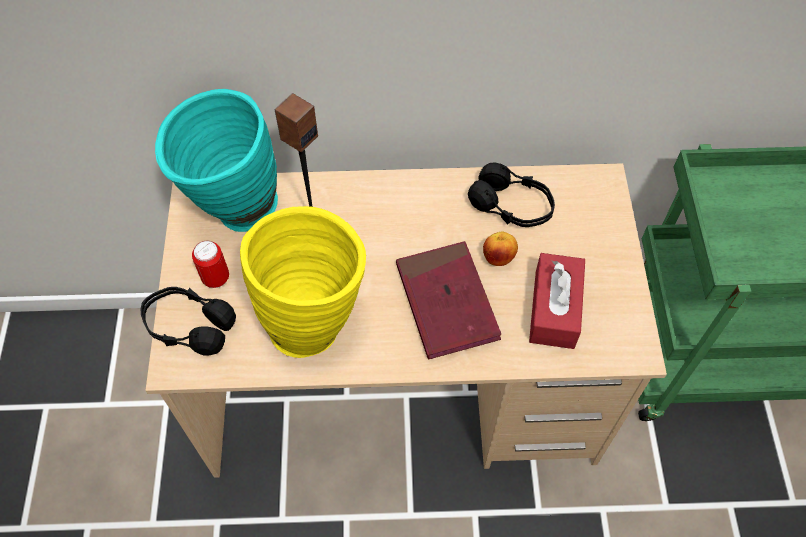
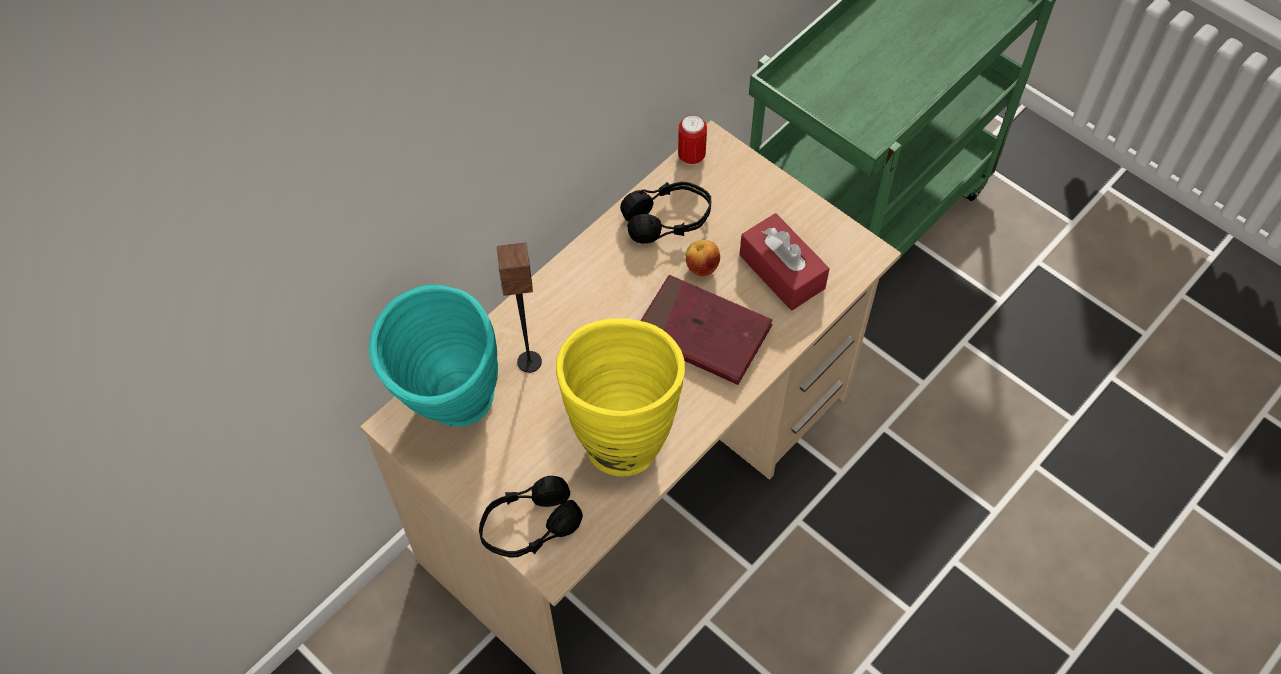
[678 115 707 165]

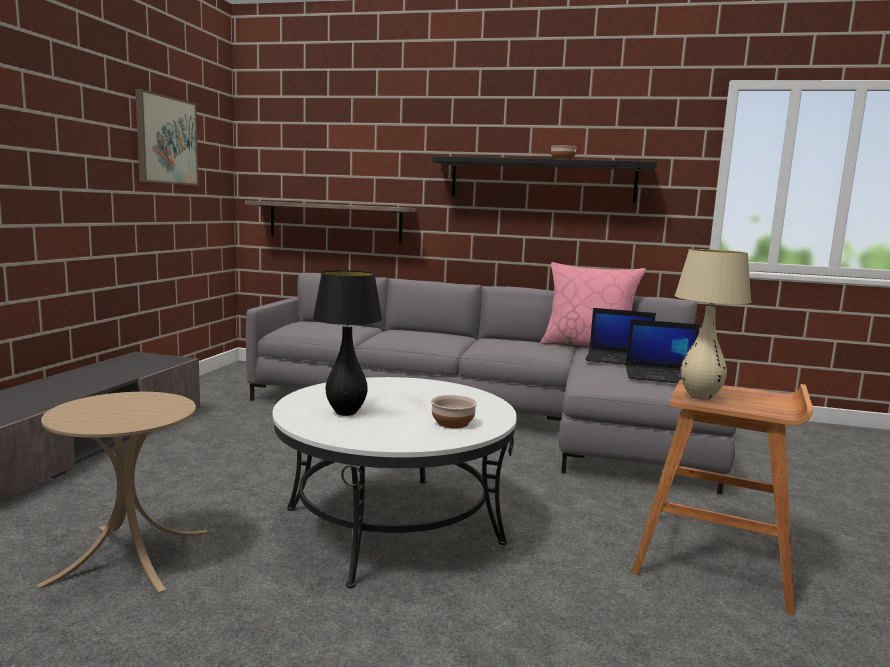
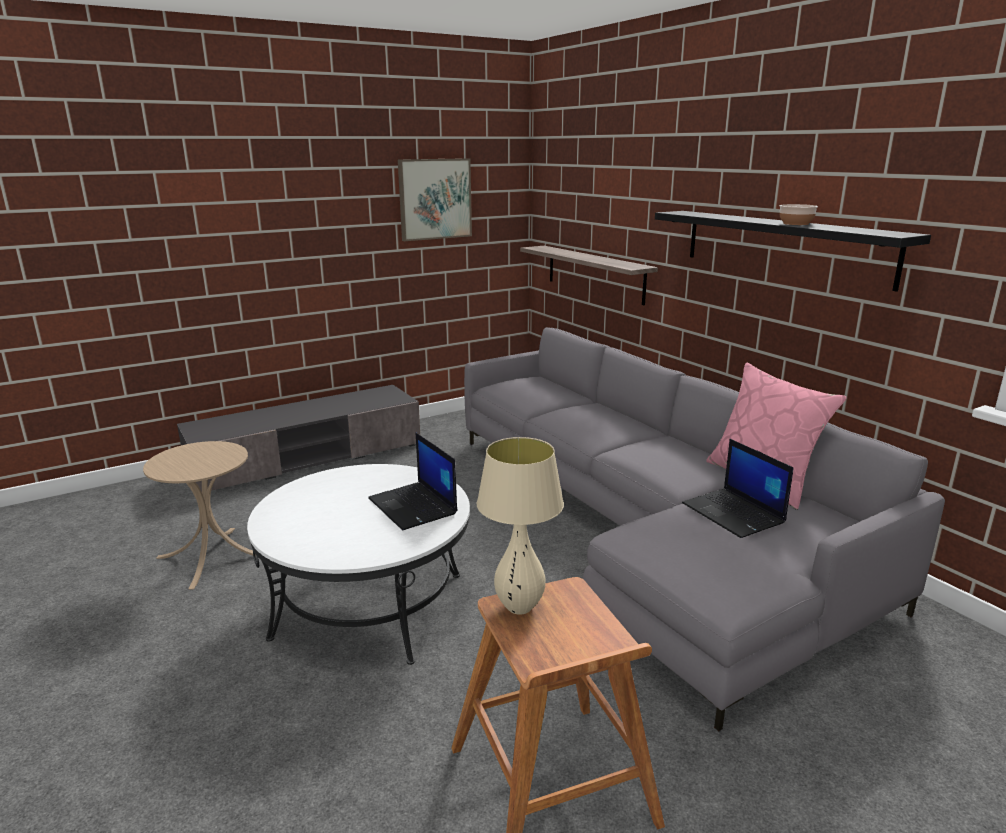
[313 270 382 416] (first image)
[431 395 477 429] (first image)
[368 433 457 531]

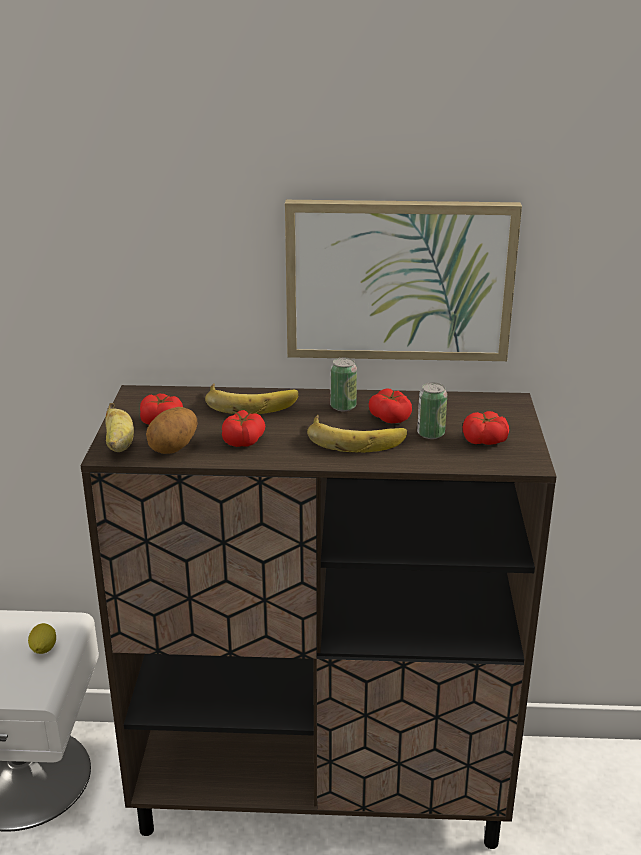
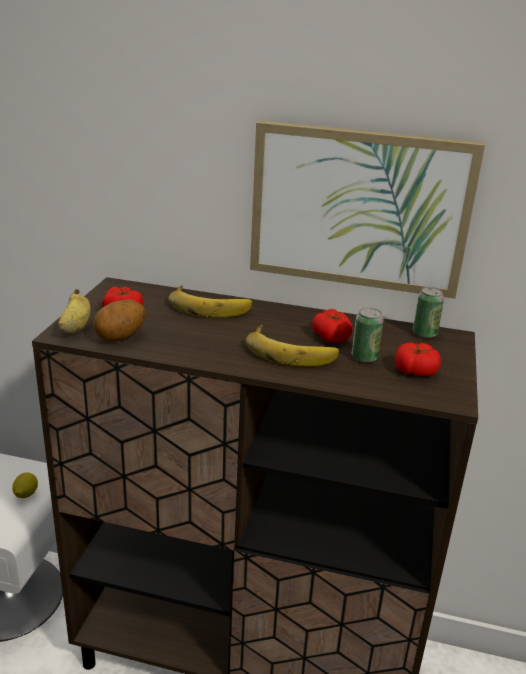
[222 410 265 447] (first image)
[413 287 444 338]

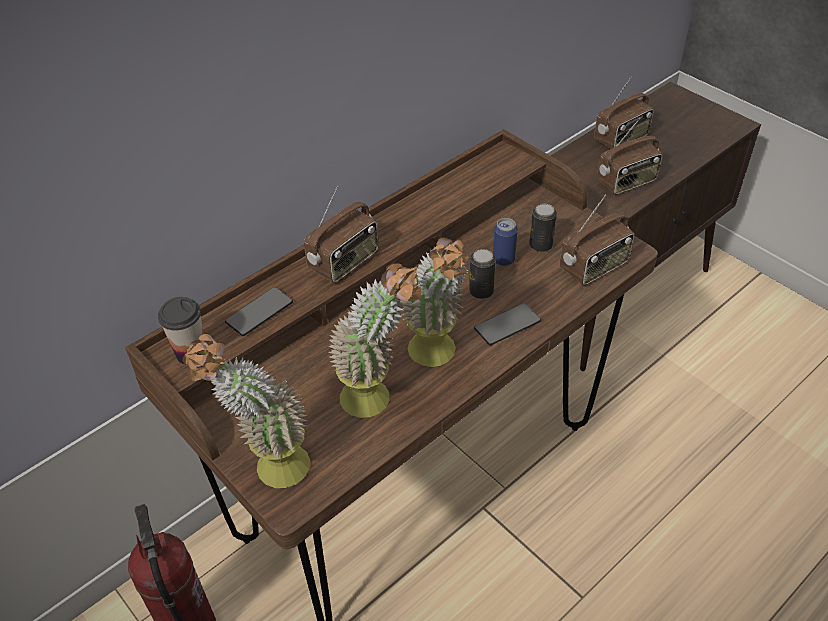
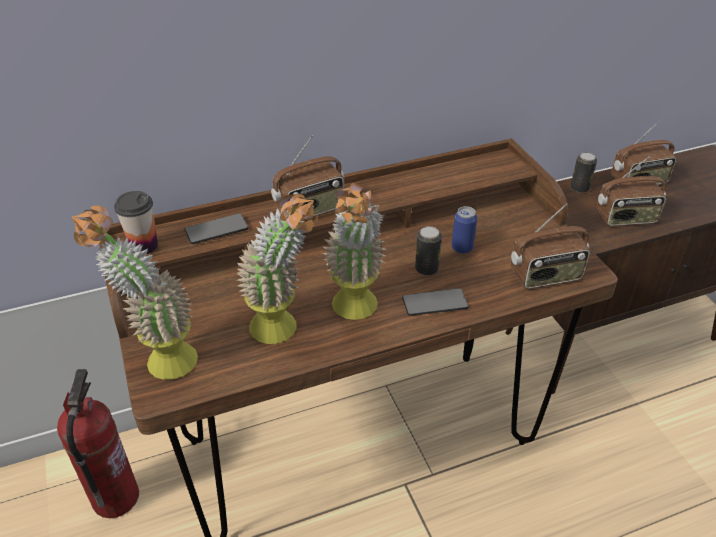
[571 152 597 193]

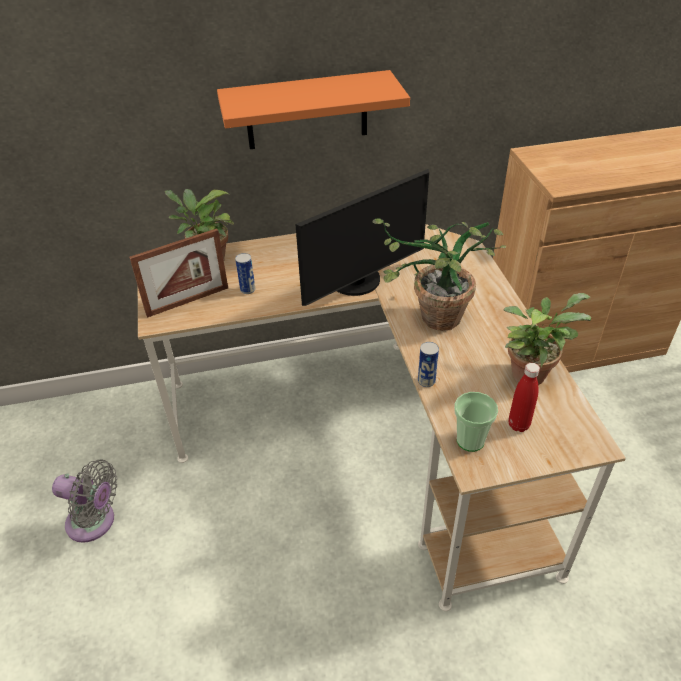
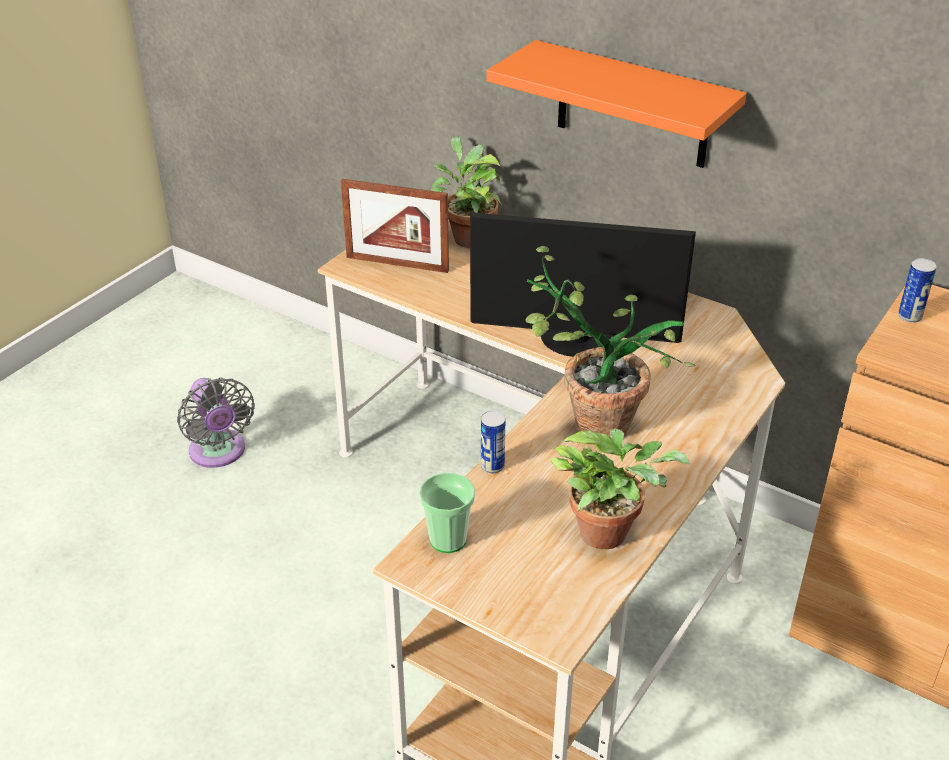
[898 258 937 323]
[508 363 540 432] (first image)

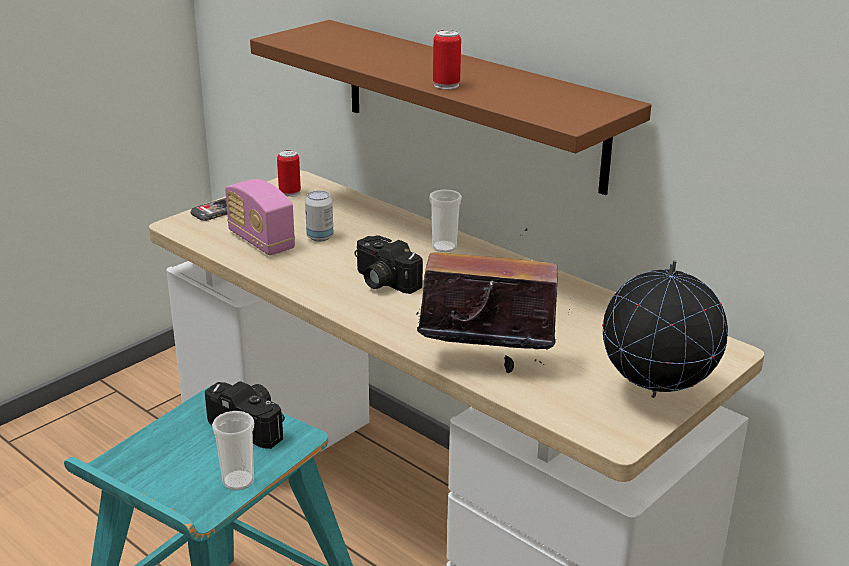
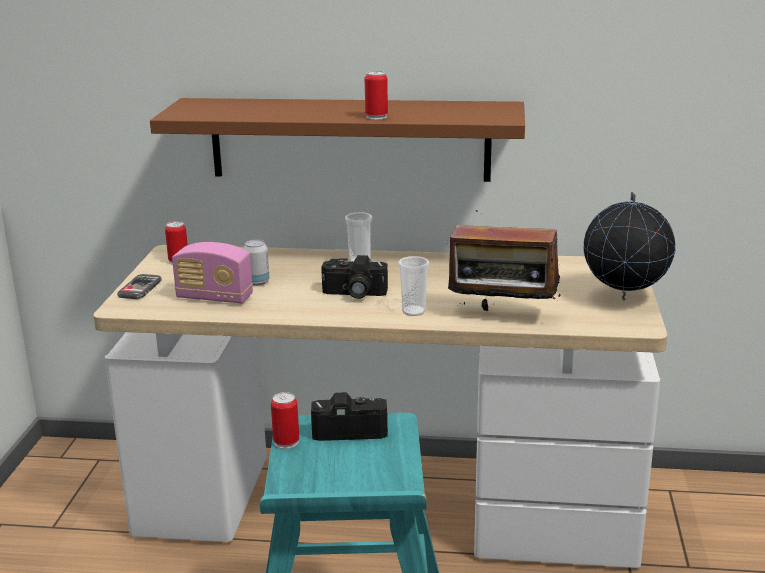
[398 256 429 316]
[448 210 561 311]
[271 392 299 449]

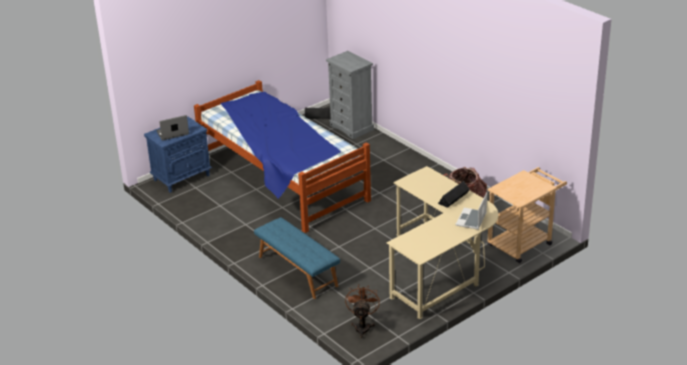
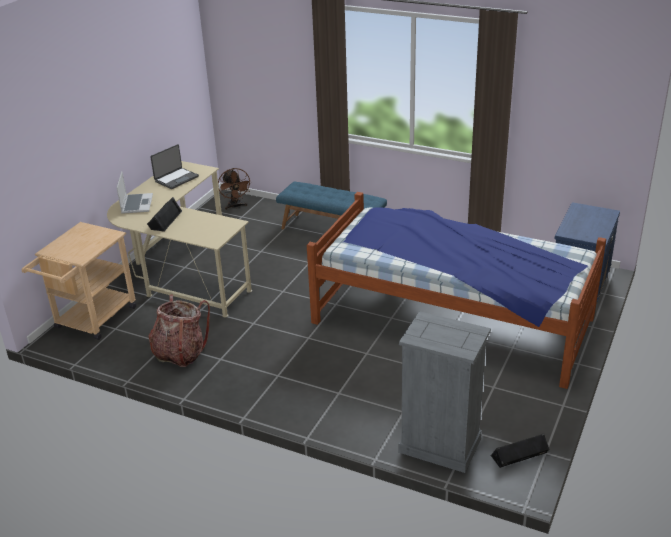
[150 144 199 189]

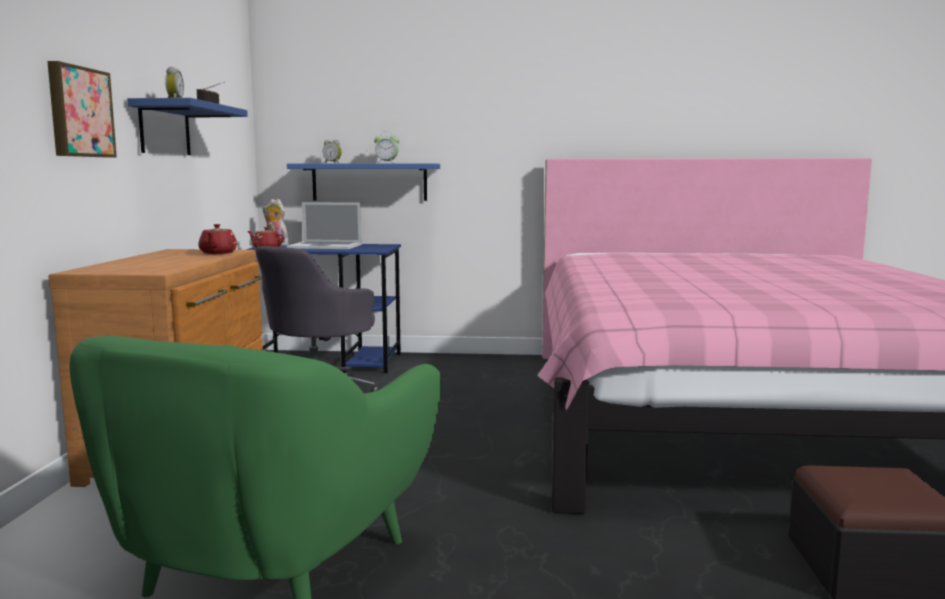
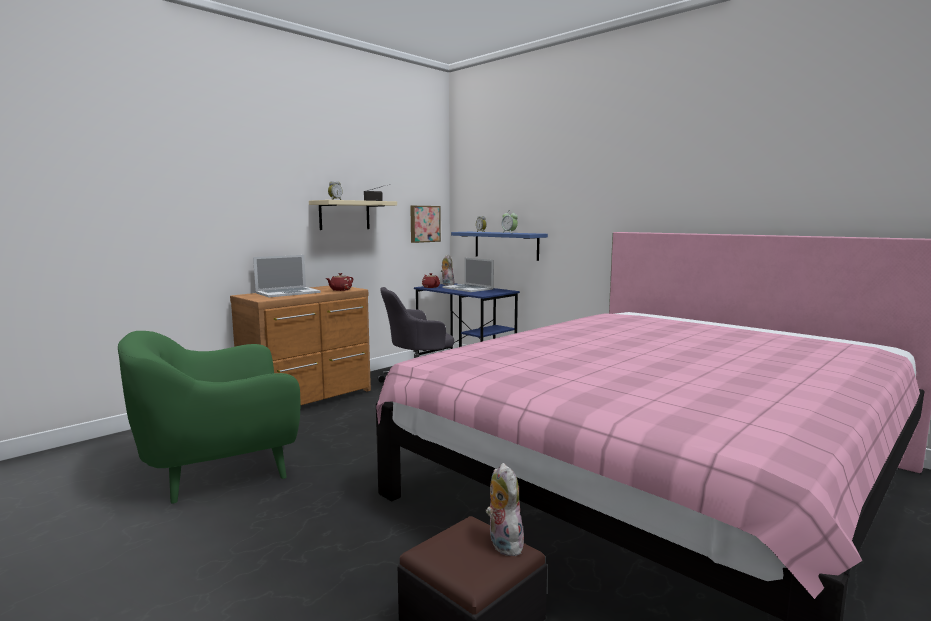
[410 206 441 243]
[309 200 397 230]
[253 255 321 297]
[486 463 524 556]

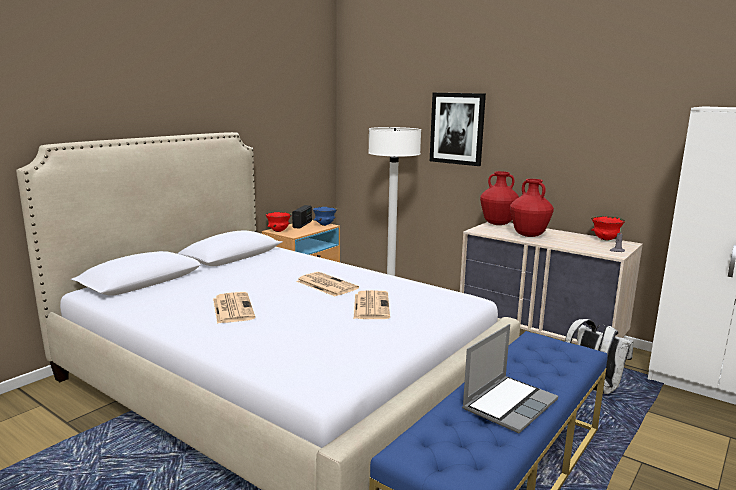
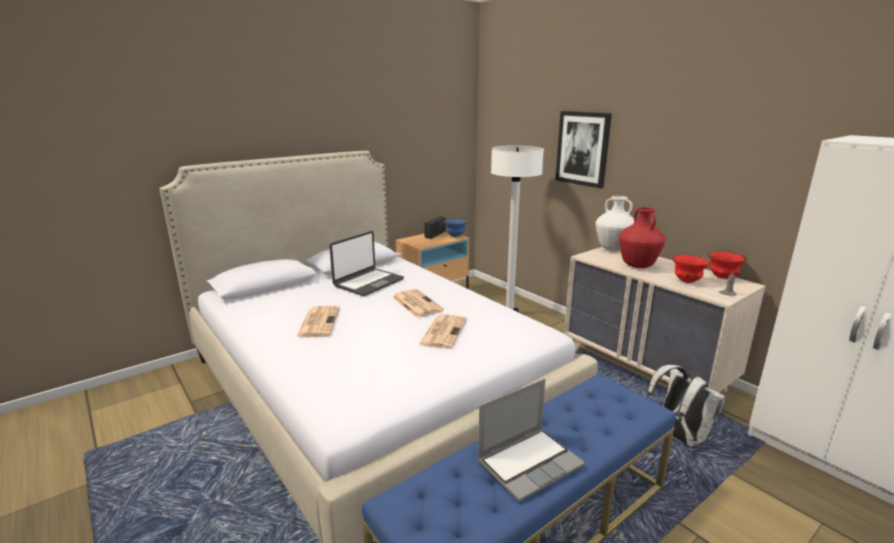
[672 255 711 283]
[595 196 634 251]
[329 231 404 296]

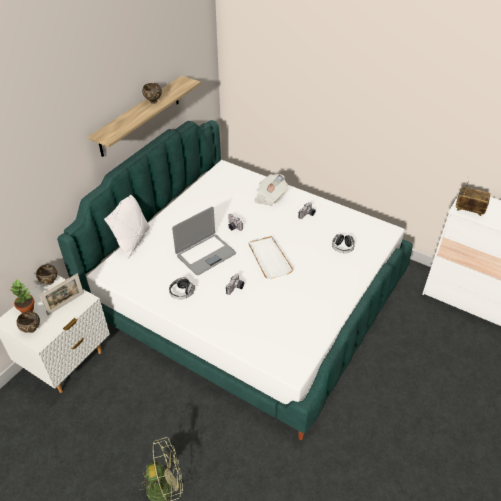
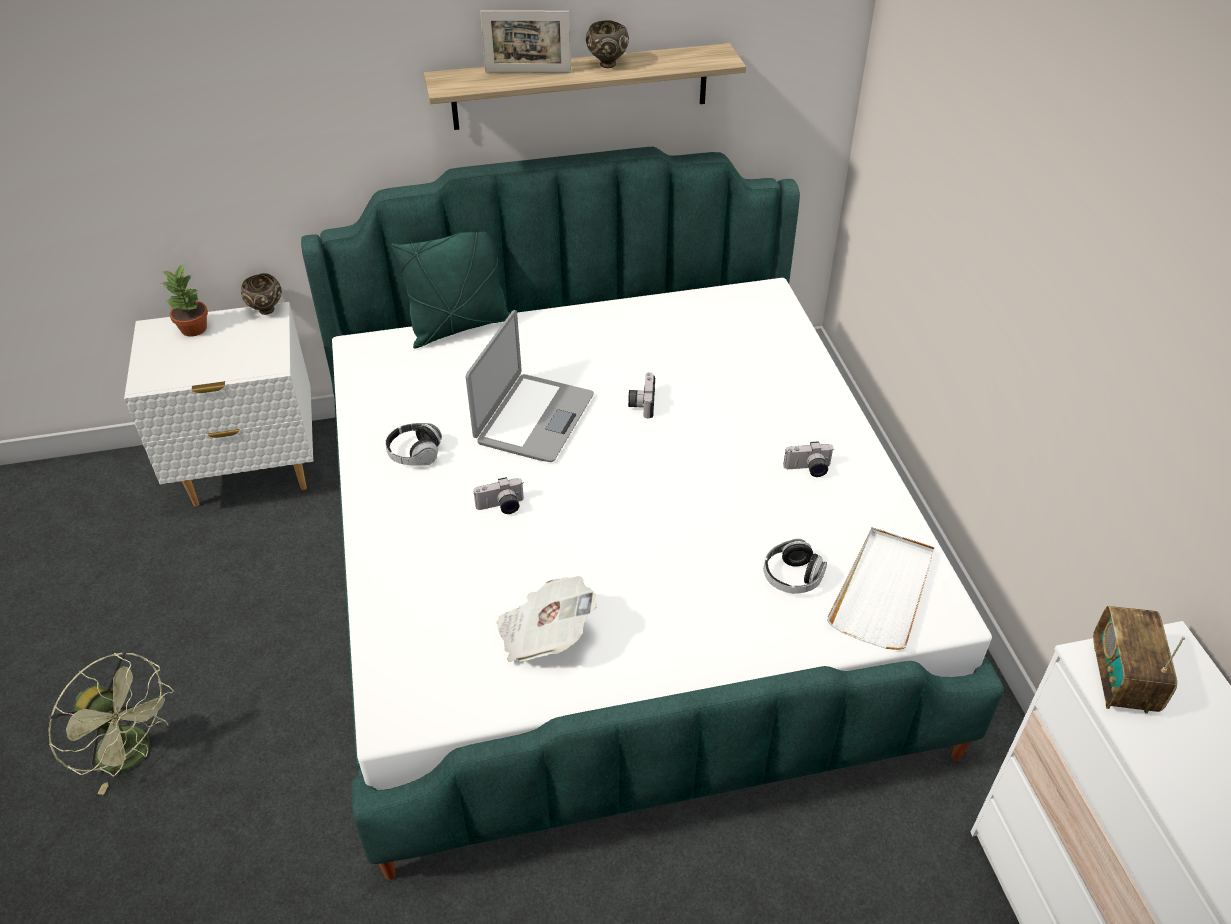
[17 311 40 333] (first image)
[480 10 571 73]
[391 232 510 348]
[466 310 594 462]
[827 527 935 650]
[496 576 597 662]
[1093 606 1185 714]

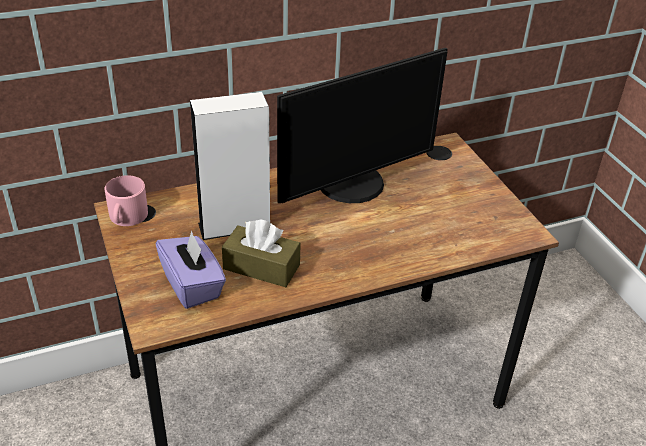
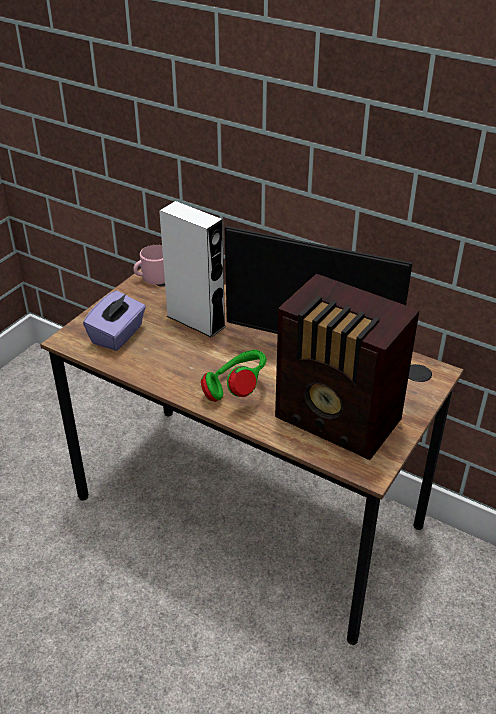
[222 219 301 287] (first image)
[201 350 267 402]
[275 274 419 460]

